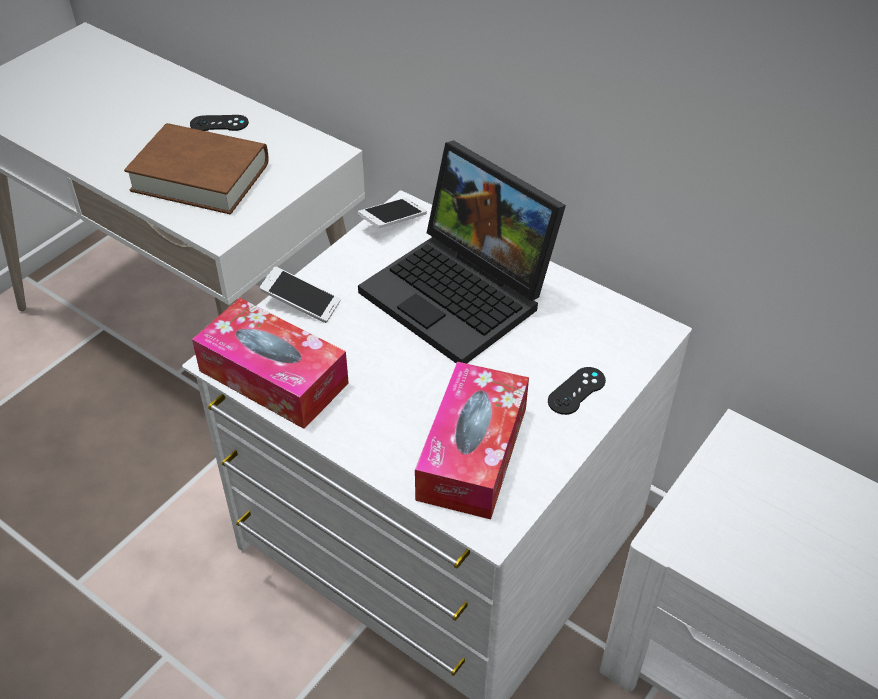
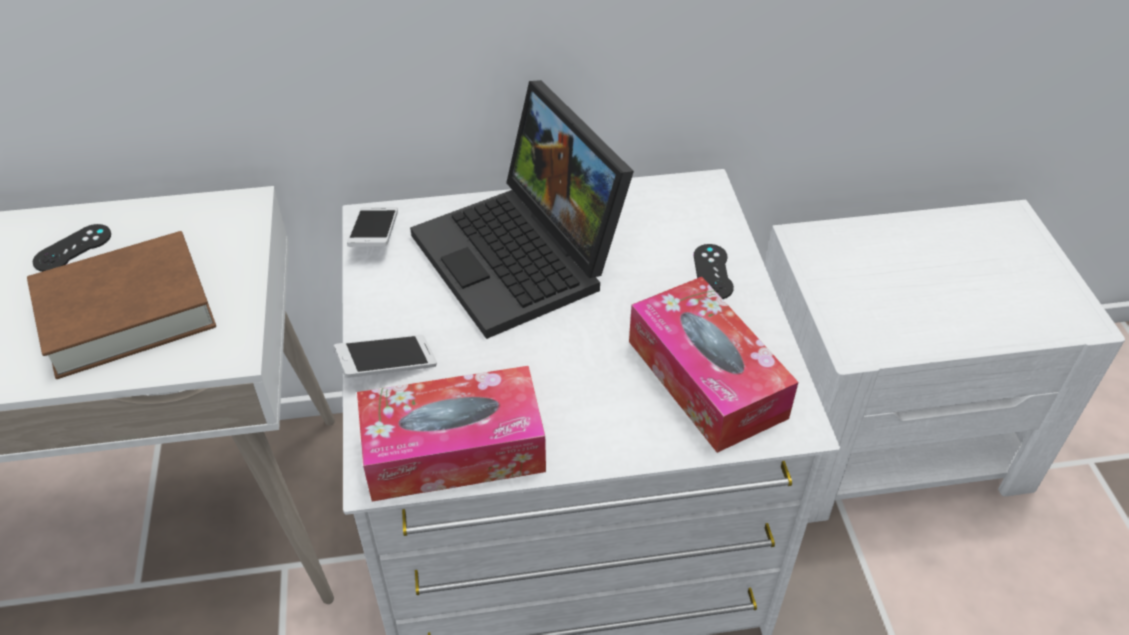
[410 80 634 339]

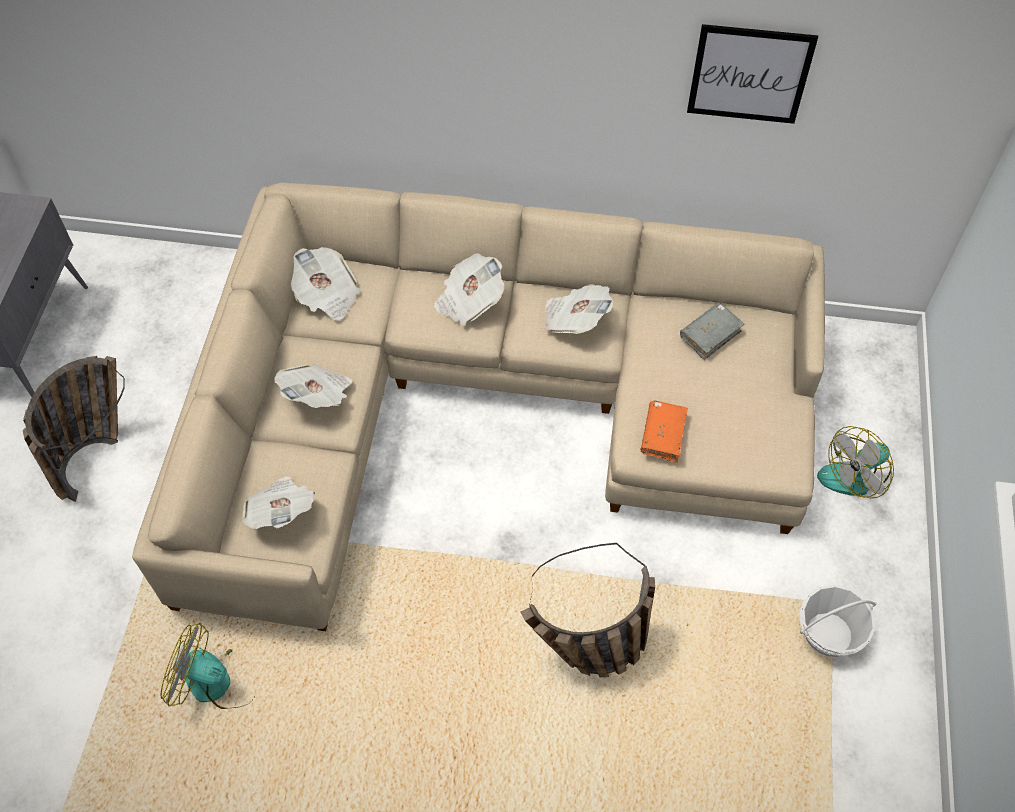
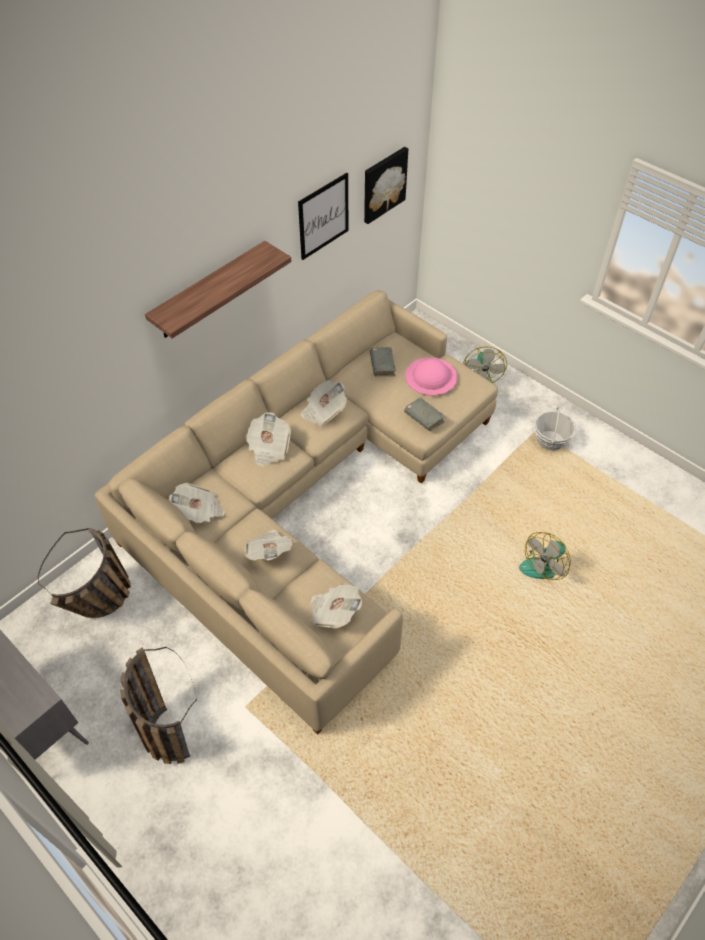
[519 532 571 580]
[38 528 131 618]
[404 397 446 431]
[145 241 291 339]
[364 147 408 224]
[405 357 457 396]

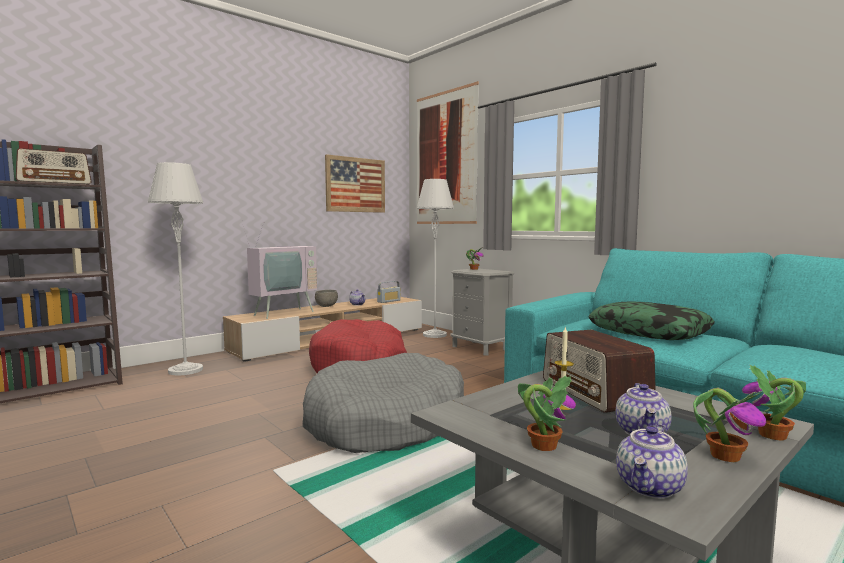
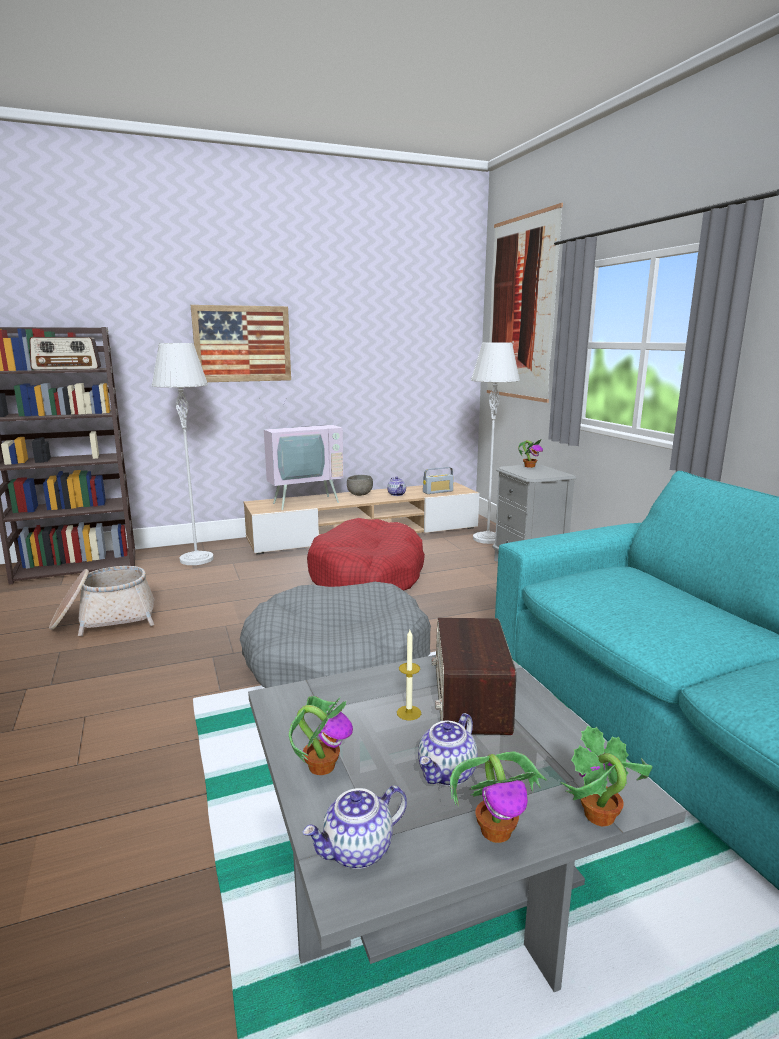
[191 305 291 382]
[588 301 715 340] (first image)
[49 566 155 636]

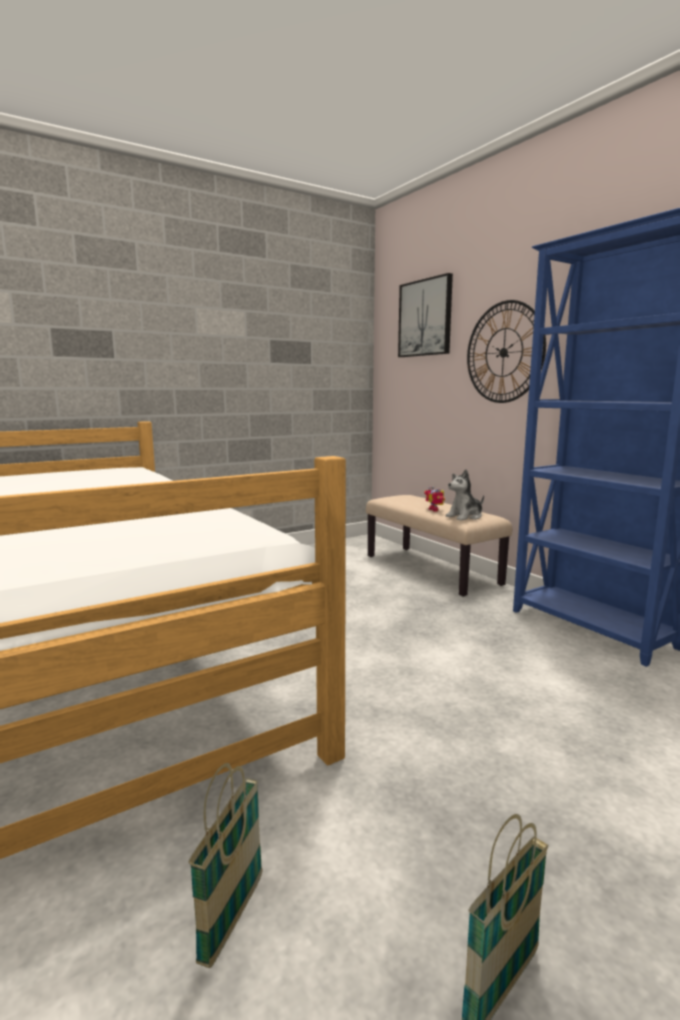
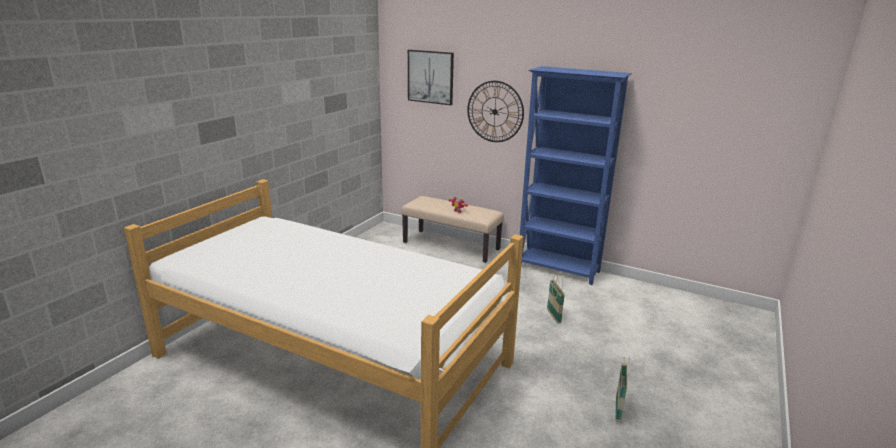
[547 273 565 323]
[446 469 484 521] (first image)

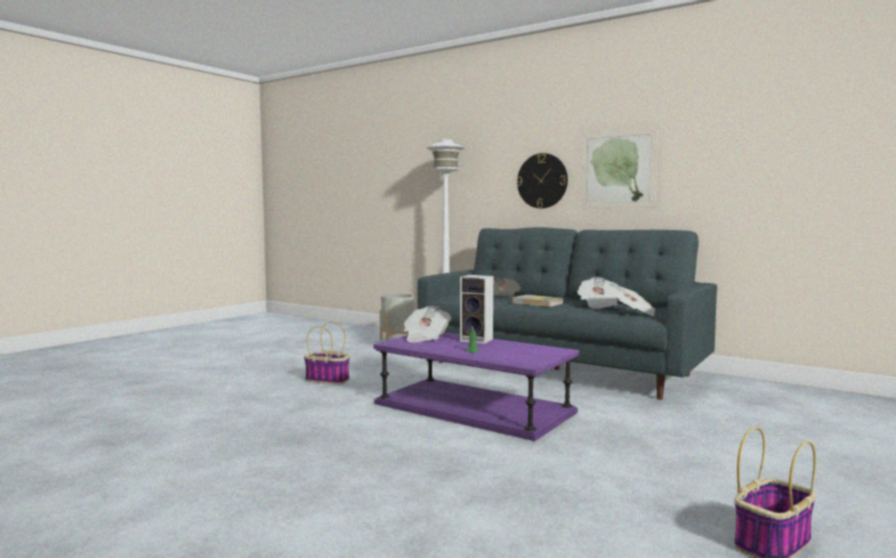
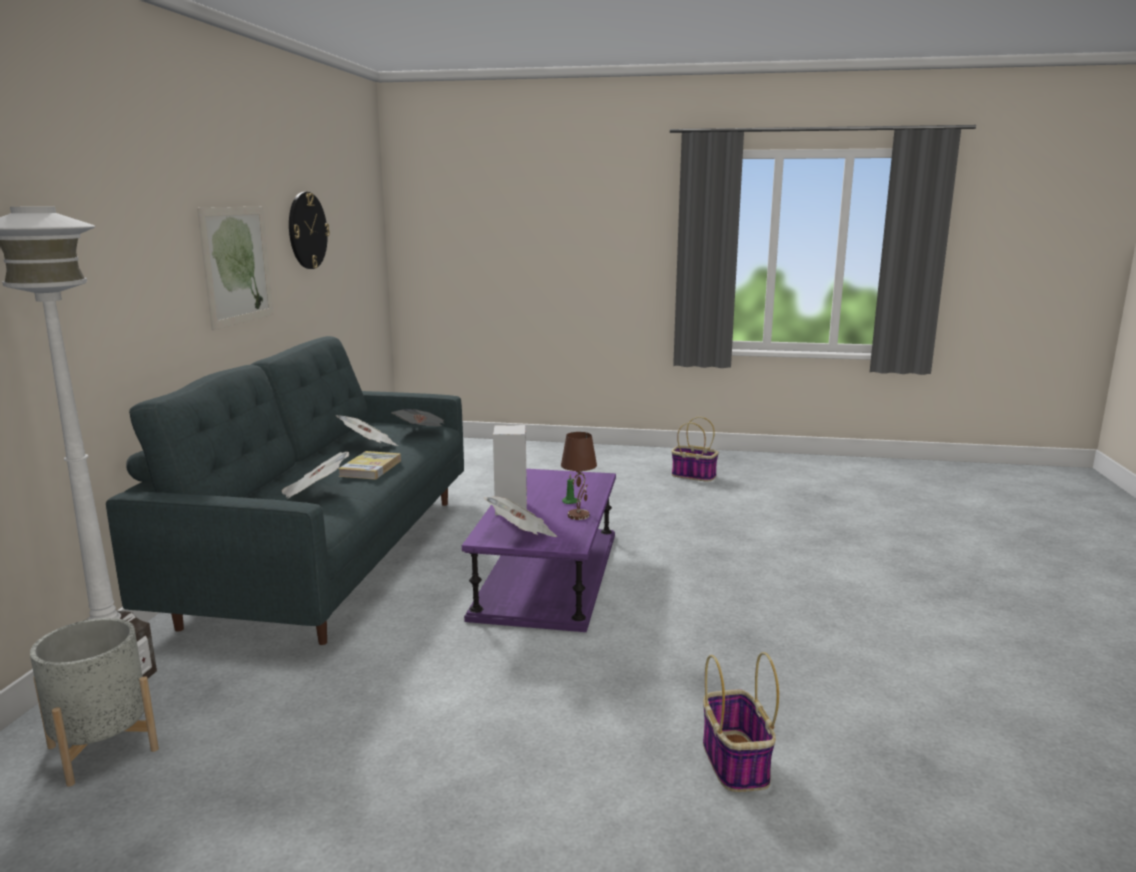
[703 652 779 792]
[289 192 330 269]
[561 432 597 520]

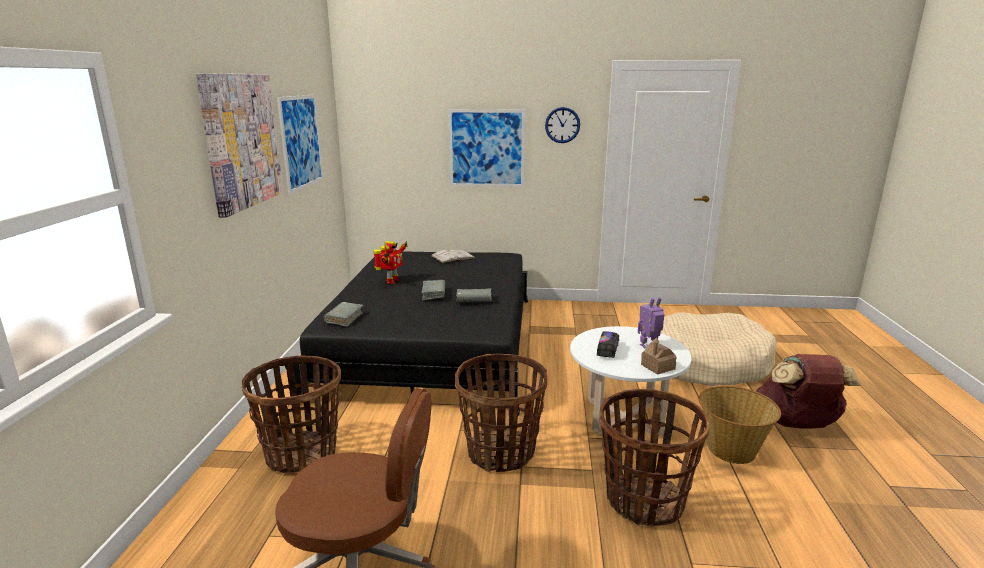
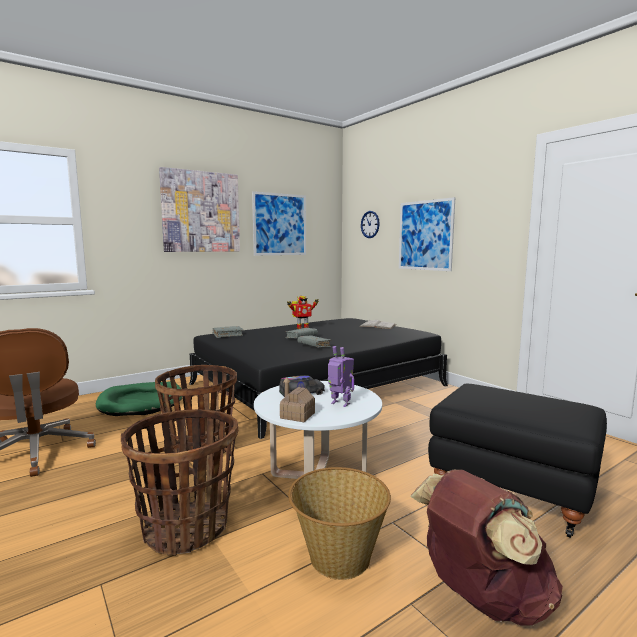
[96 382 182 416]
[361 211 380 238]
[428 384 607 538]

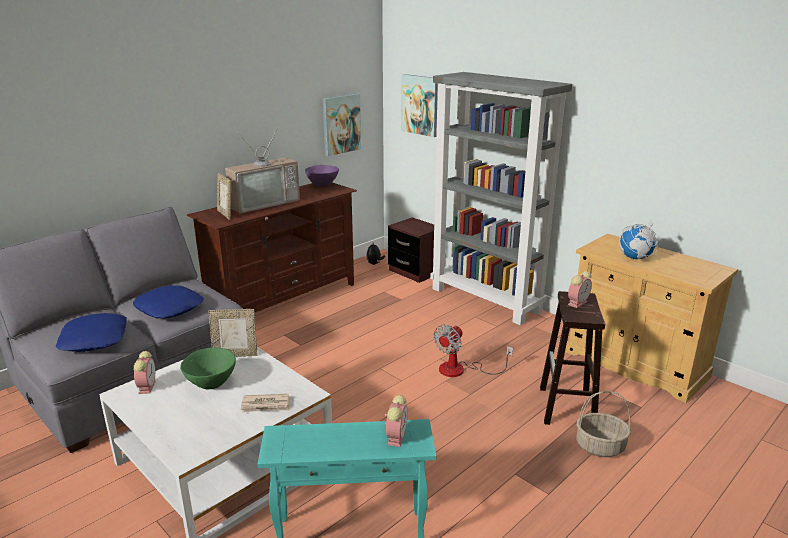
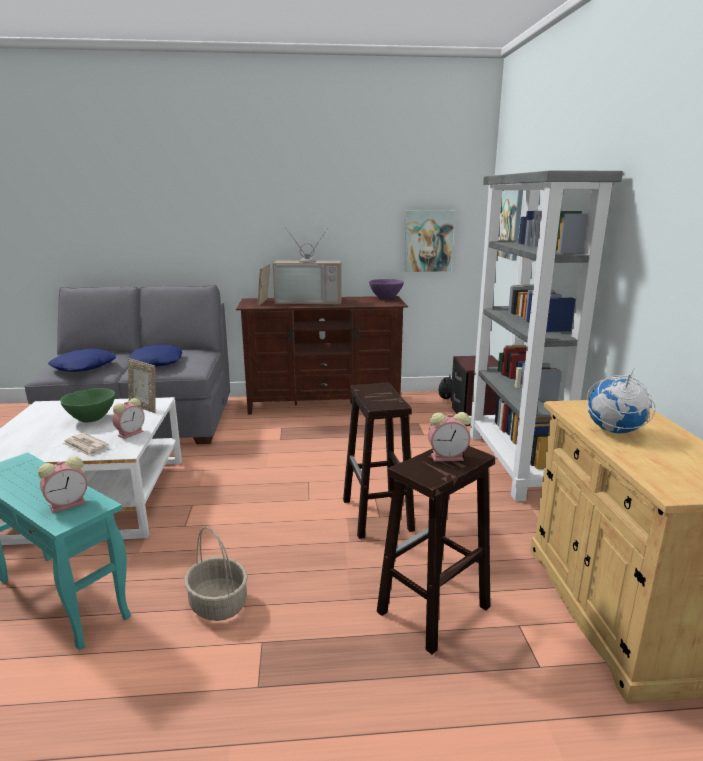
[112 398 145 439]
[343 382 415 539]
[184 527 248 621]

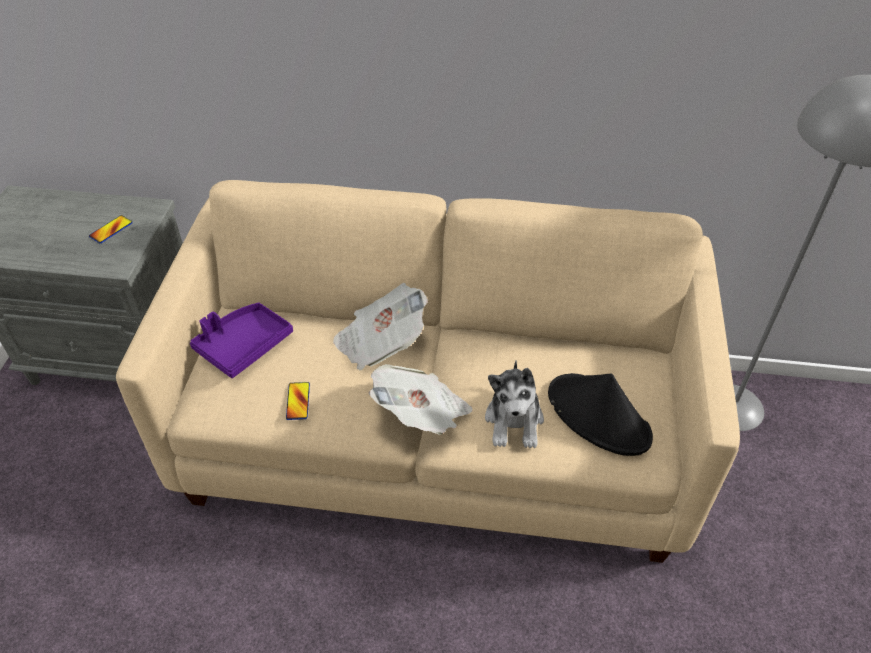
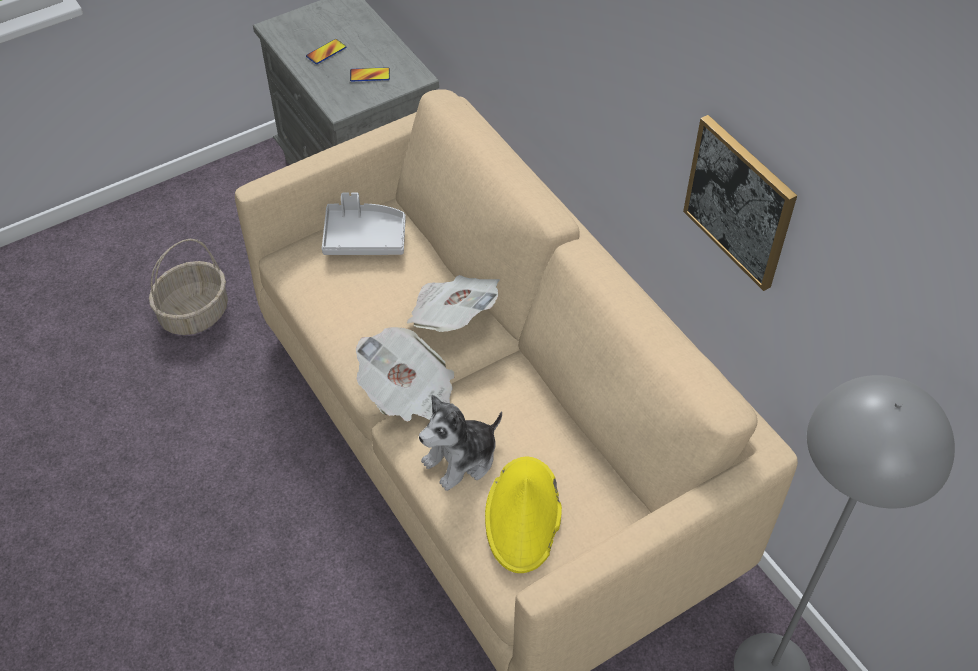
[322 193 406 255]
[306 39 346 64]
[485 457 562 573]
[149 239 228 335]
[683 115 797 291]

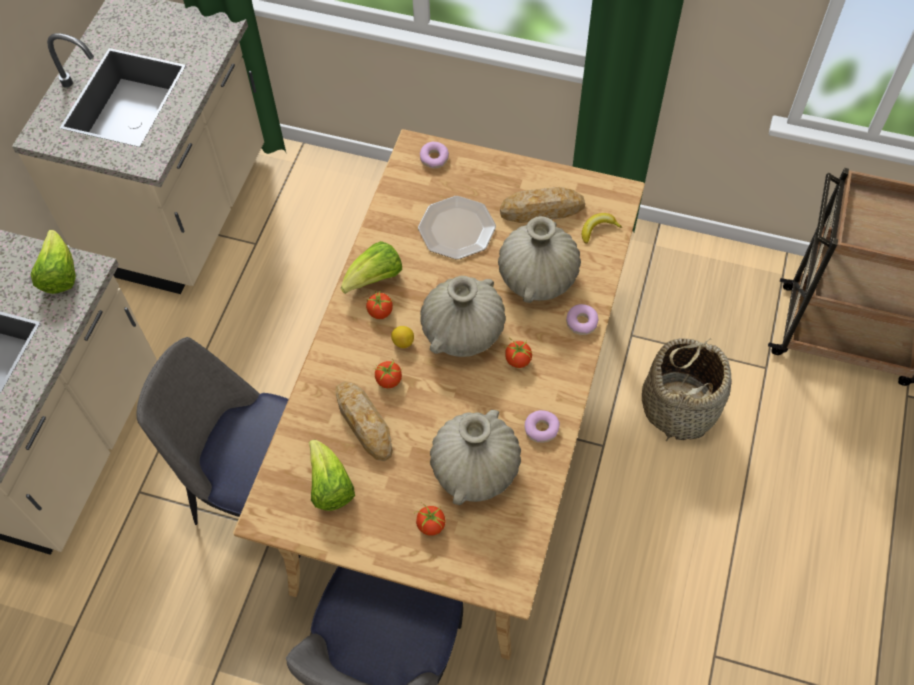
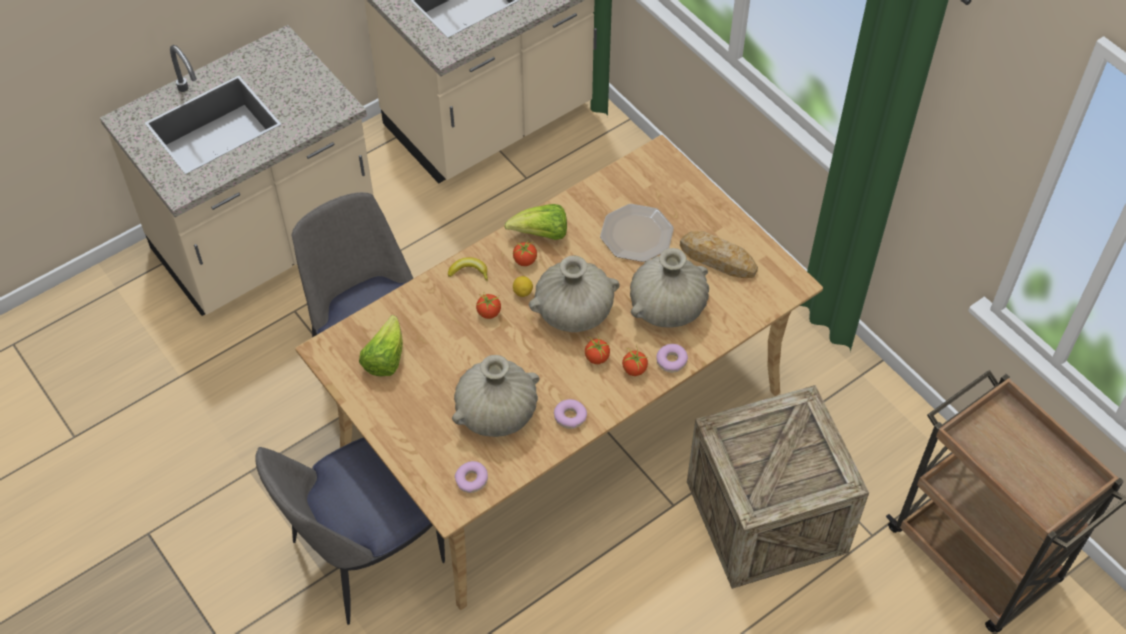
[30 230 76 294] (first image)
[336 381 393 461] (first image)
[622 346 648 376]
[455 461 488 493]
[448 257 488 282]
[687 385 869 589]

